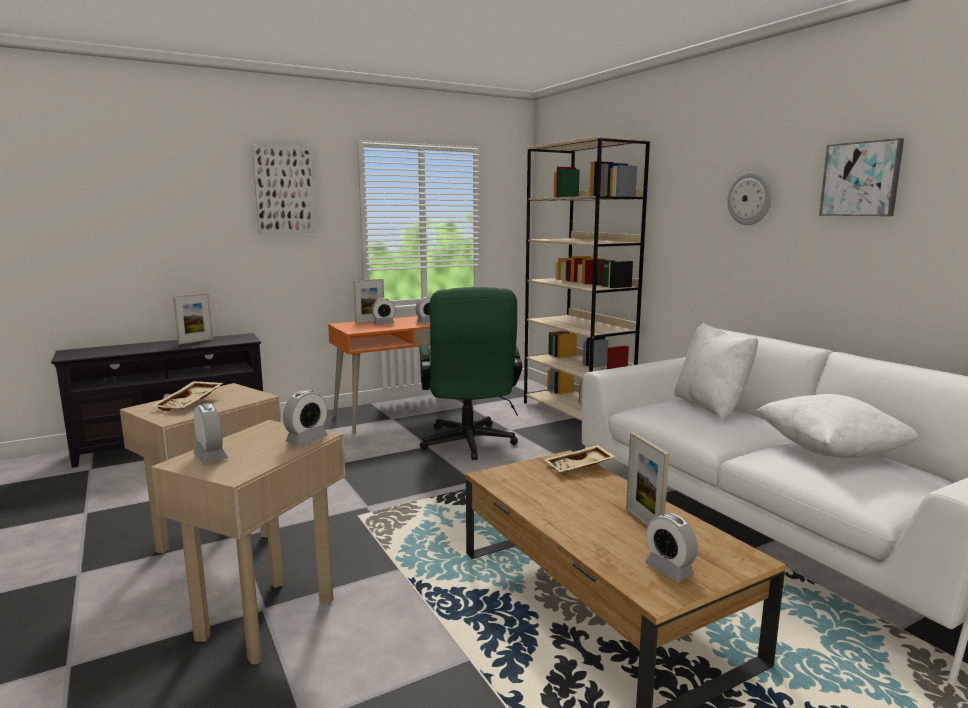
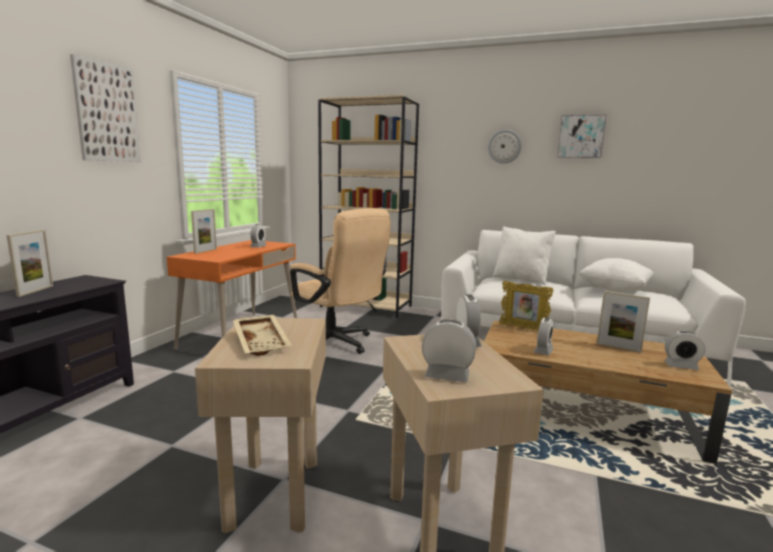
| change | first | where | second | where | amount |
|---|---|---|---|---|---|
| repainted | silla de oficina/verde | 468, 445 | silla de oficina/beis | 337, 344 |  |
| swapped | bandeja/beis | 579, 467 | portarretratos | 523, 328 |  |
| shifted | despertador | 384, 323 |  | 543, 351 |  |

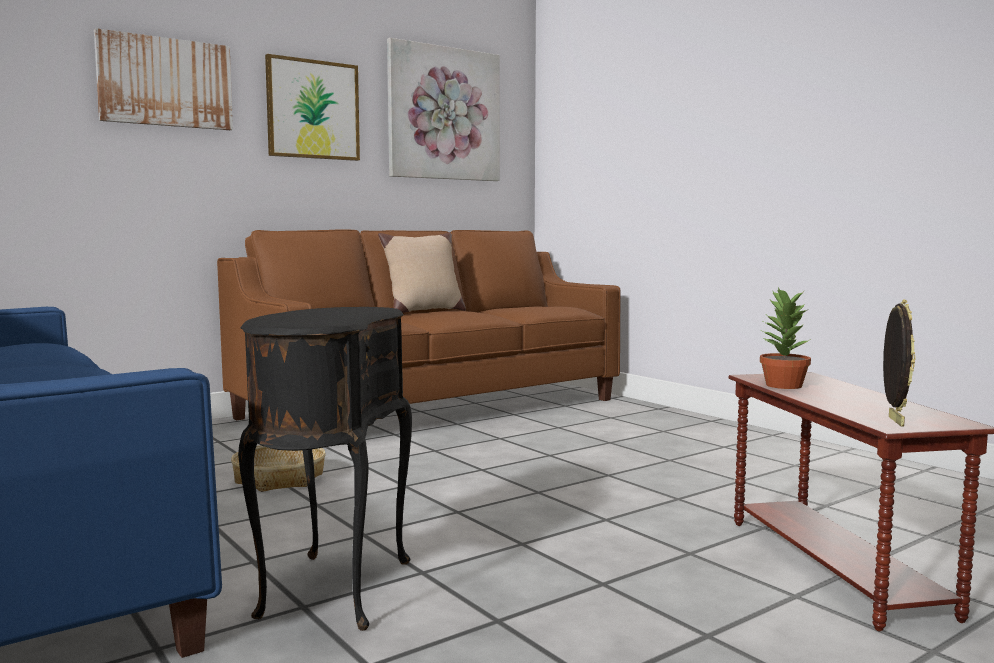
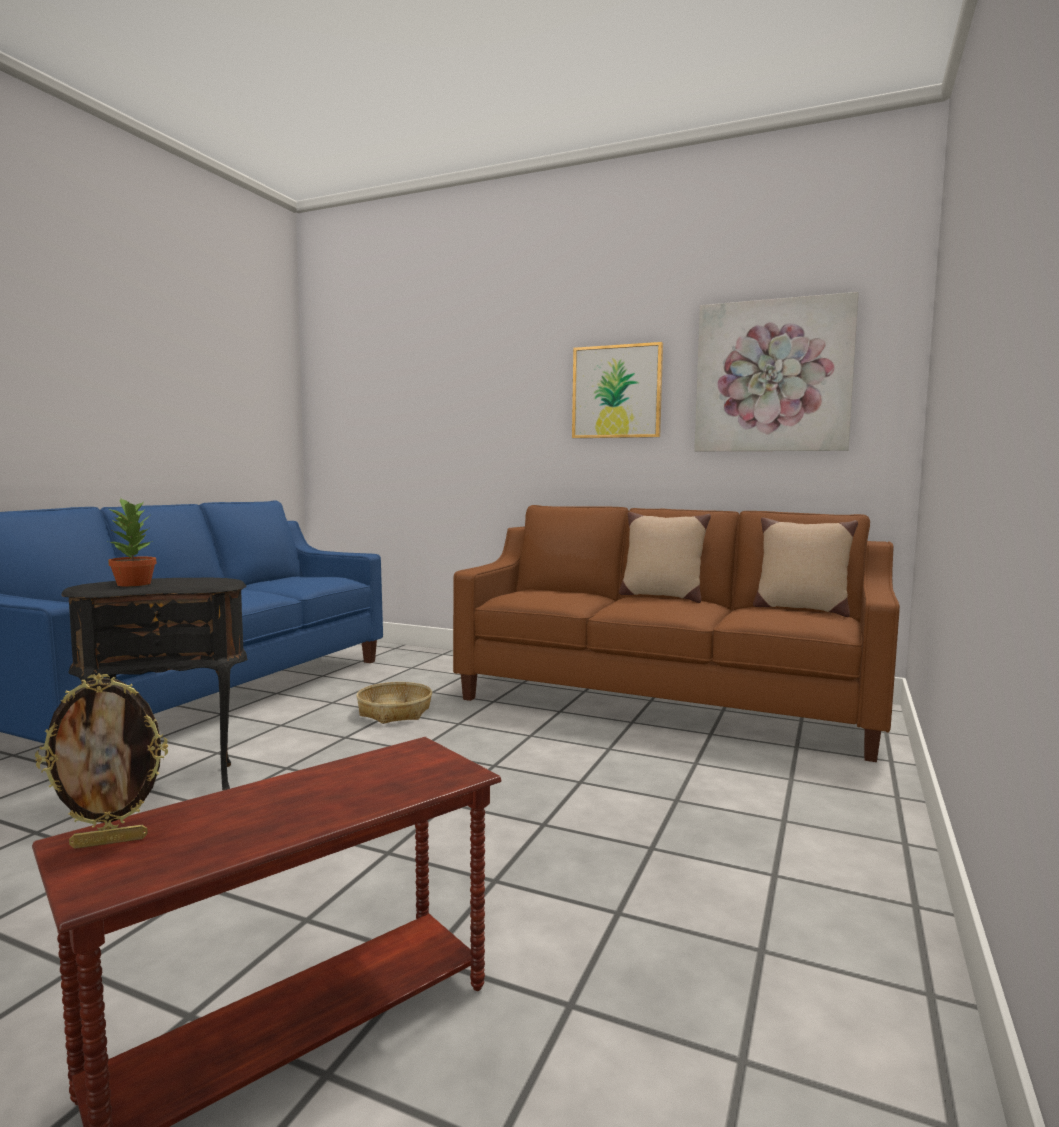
| change | first | where | second | where | amount |
|---|---|---|---|---|---|
| shifted | planta en maceta | 782, 385 |  | 134, 584 |  |
| new |  |  | cojín/beis | 800, 609 |  |
| gone | cuadro | 165, 82 |  |  |  |

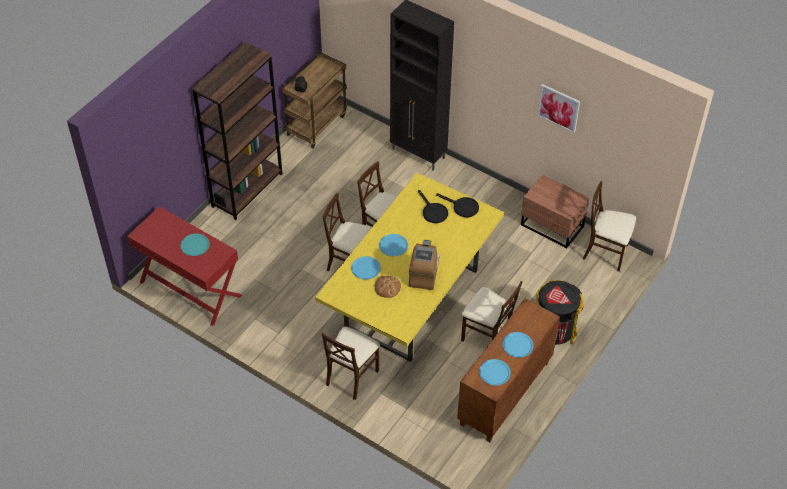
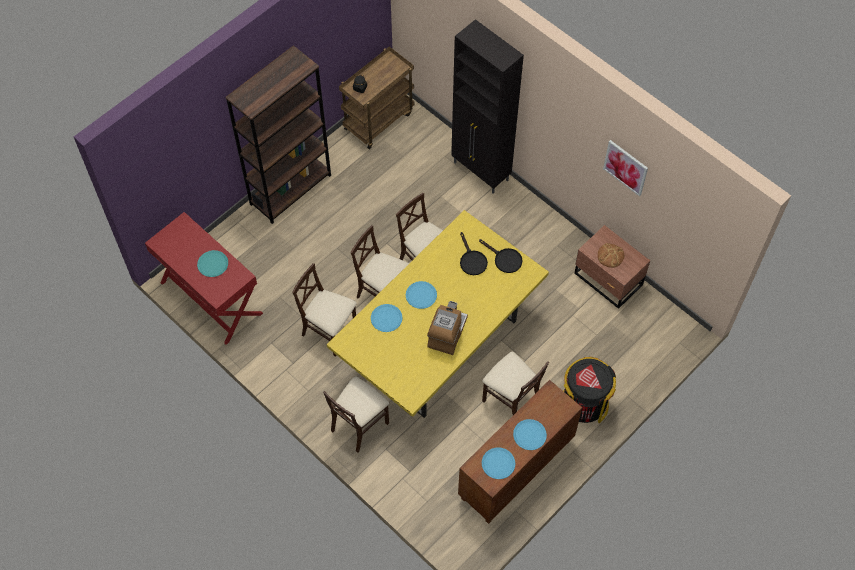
| change | first | where | second | where | amount |
|---|---|---|---|---|---|
| shifted | silla/beis | 606, 253 |  | 329, 331 |  |
| shifted | pan | 387, 287 |  | 610, 256 |  |

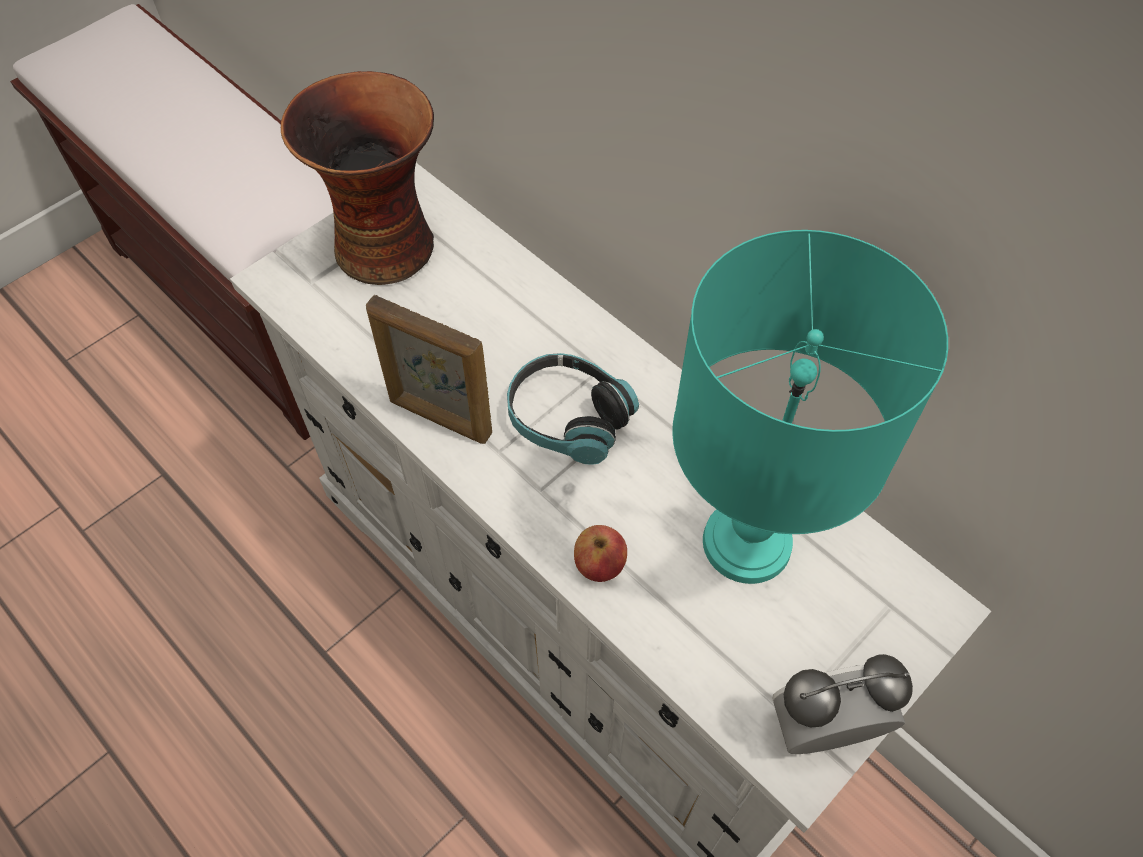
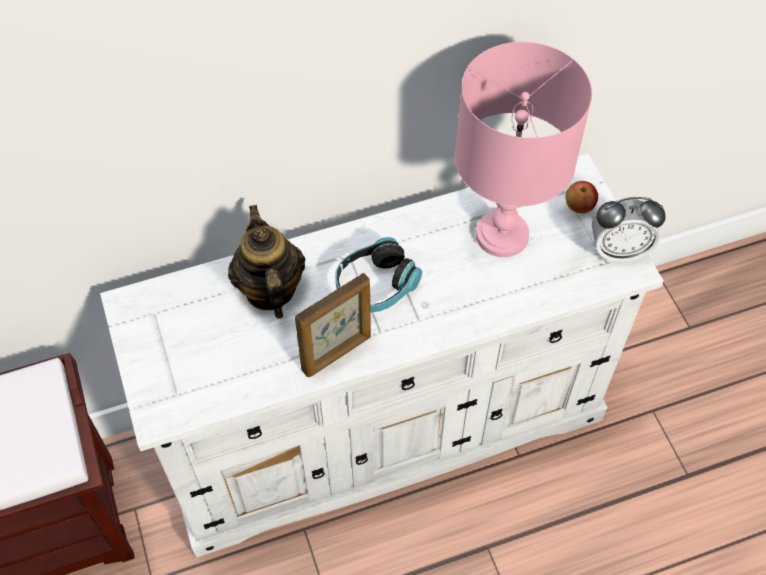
| change | first | where | second | where | amount |
|---|---|---|---|---|---|
| new |  |  | tetera | 269, 290 |  |
| repainted | lámpara de mesa/turquesa | 745, 544 | lámpara de mesa/rosa | 502, 236 |  |
| shifted | manzana | 599, 565 |  | 579, 206 |  |
| rotated | despertador | 823, 729 |  | 618, 251 | 105 degrees counterclockwise |
| gone | florero | 385, 244 |  |  |  |

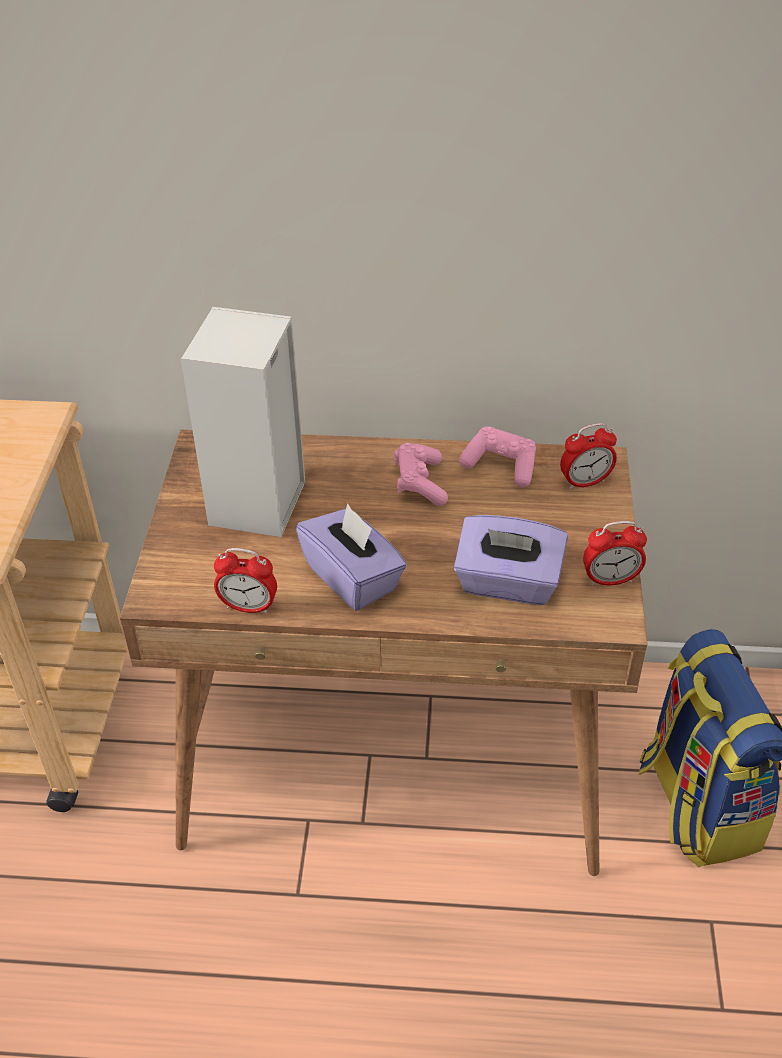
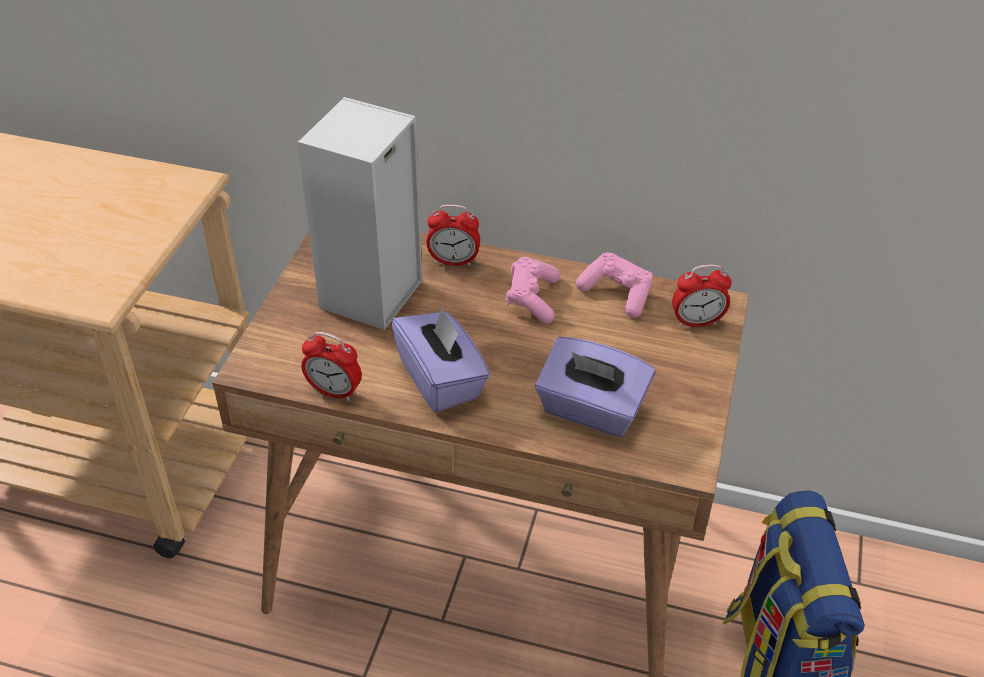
| change | first | where | second | where | amount |
|---|---|---|---|---|---|
| shifted | despertador | 610, 580 |  | 453, 261 |  |

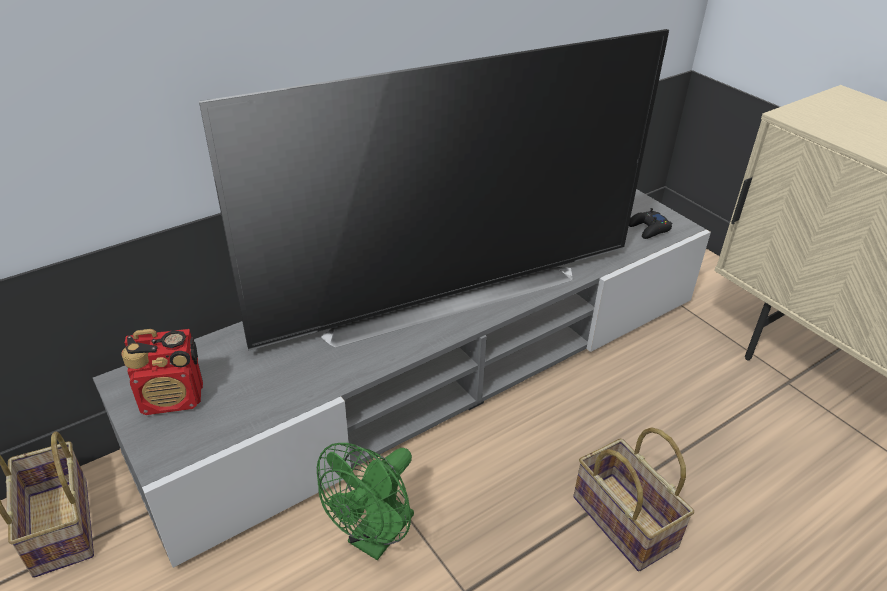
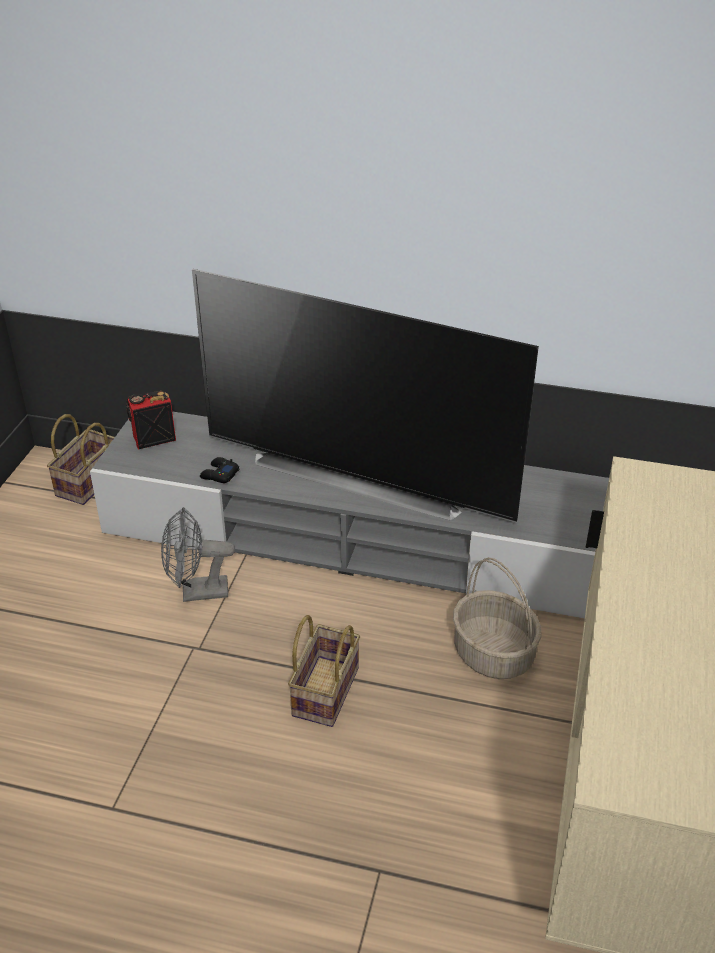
| change | first | where | second | where | amount |
|---|---|---|---|---|---|
| rotated | radio | 173, 398 |  | 153, 438 | 120 degrees clockwise |
| repainted | ventilador/verde | 375, 538 | ventilador/gris | 197, 592 |  |
| shifted | mando de consola/negro | 649, 229 |  | 219, 474 |  |
| new |  |  | cesta | 494, 654 |  |

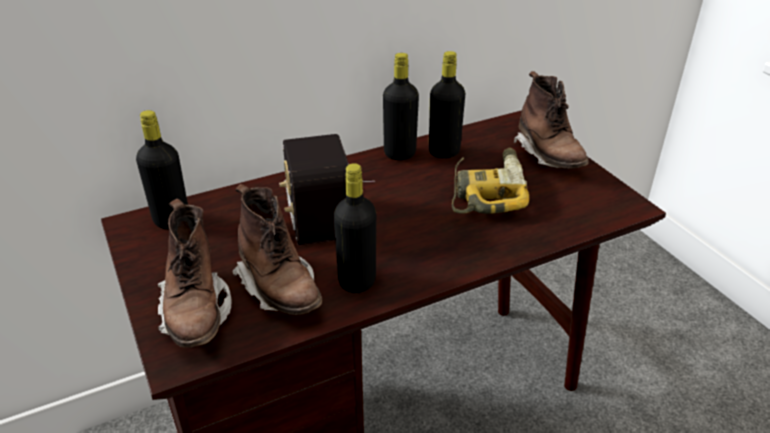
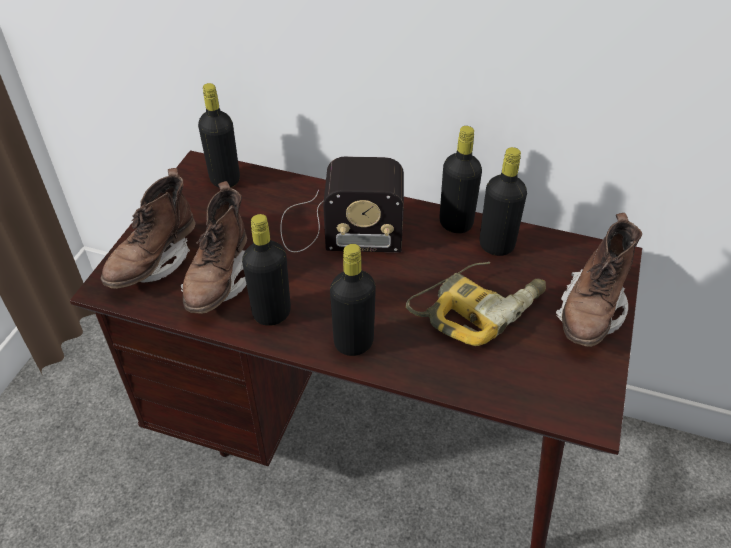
| change | first | where | second | where | amount |
|---|---|---|---|---|---|
| rotated | radio | 321, 201 |  | 337, 229 | 120 degrees counterclockwise |
| new |  |  | botella/negro | 353, 343 |  |

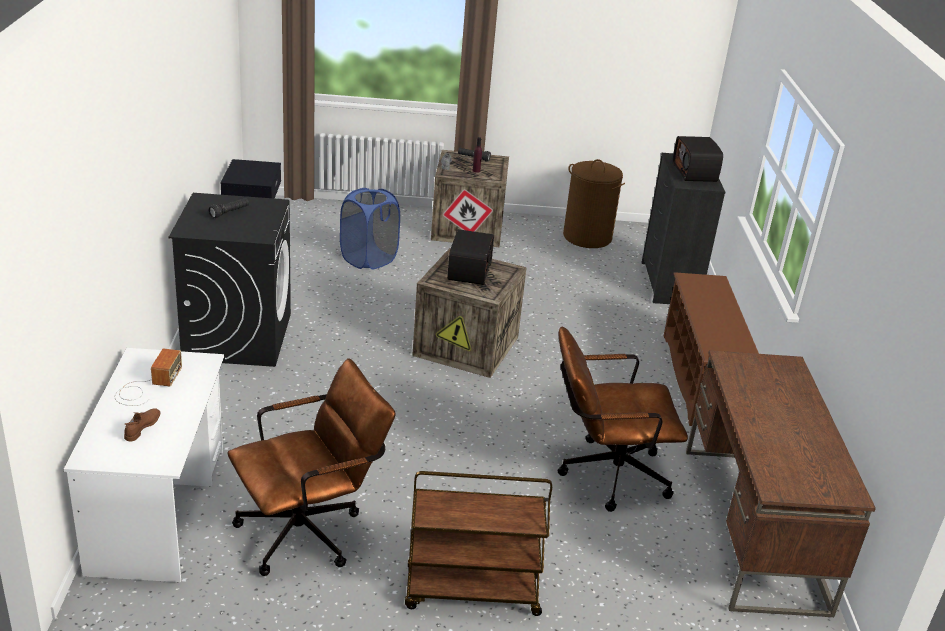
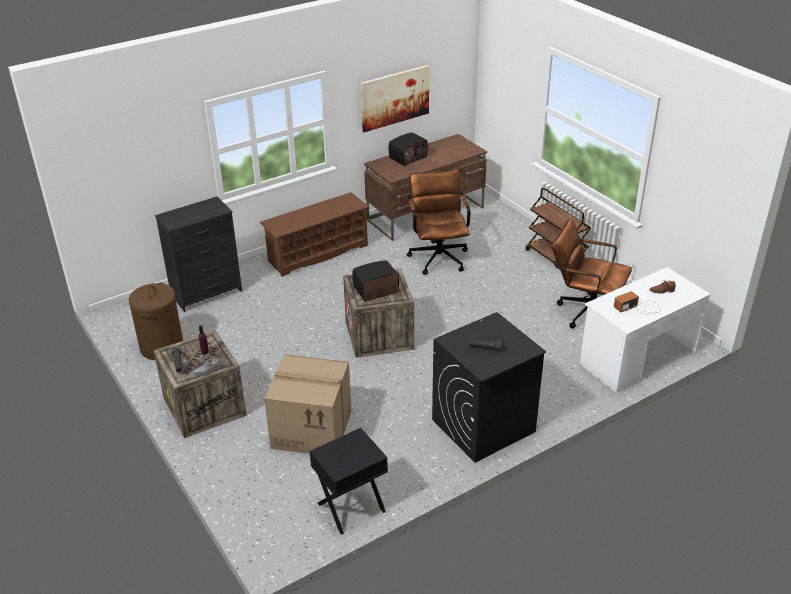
| change | first | where | second | where | amount |
|---|---|---|---|---|---|
| swapped | cesto de la ropa/azul | 368, 259 | caja de cartón | 313, 428 |  |
| new |  |  | cuadro | 395, 98 |  |
| shifted | radio | 695, 173 |  | 407, 157 |  |
| rotated | silla de oficina/marrón | 604, 474 |  | 438, 255 | 150 degrees counterclockwise |

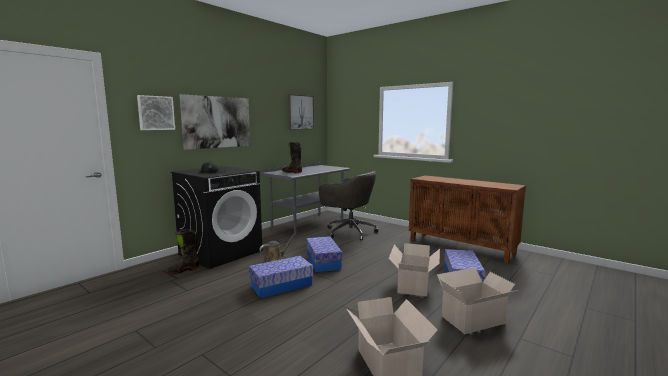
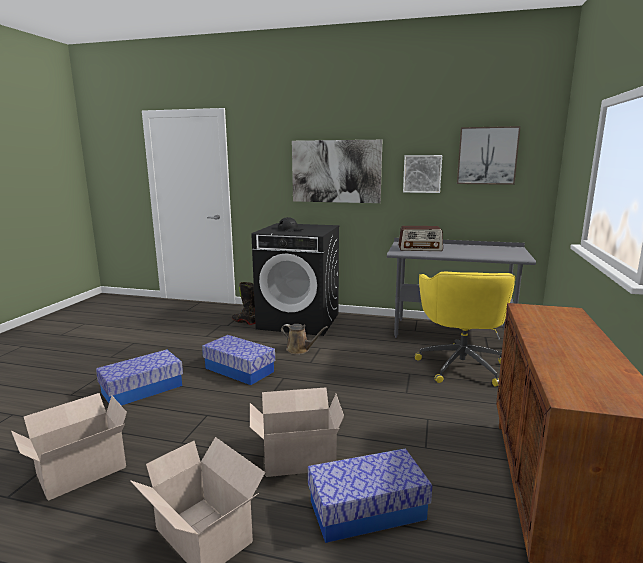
| change | first | where | second | where | amount |
|---|---|---|---|---|---|
| shifted | caja de almacenaje | 323, 262 |  | 142, 389 |  |
| swapped | bota/negro | 292, 172 | radio | 420, 248 |  |
| shifted | cuadro | 155, 113 |  | 422, 174 |  |
| repainted | silla de oficina/gris | 349, 232 | silla de oficina/amarillo | 461, 365 |  |

